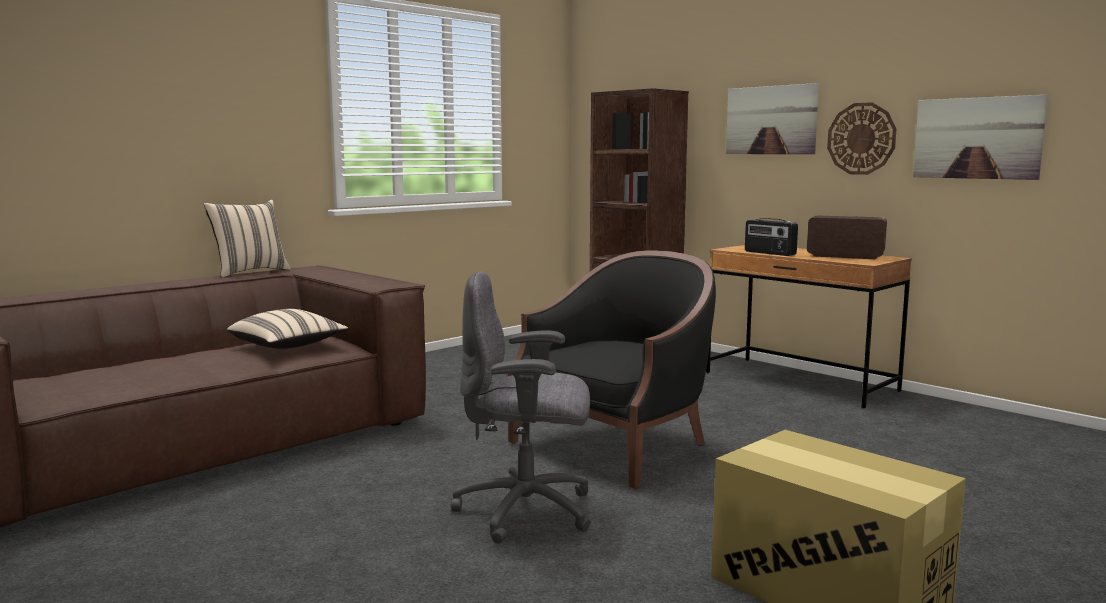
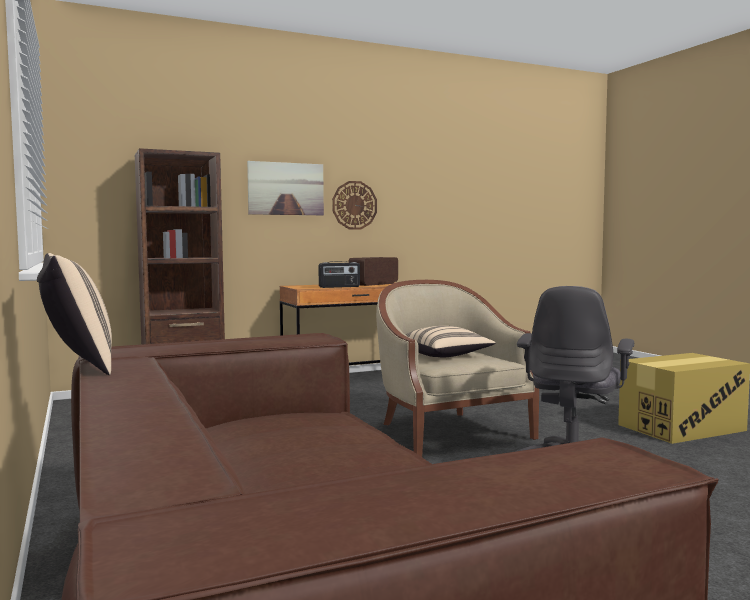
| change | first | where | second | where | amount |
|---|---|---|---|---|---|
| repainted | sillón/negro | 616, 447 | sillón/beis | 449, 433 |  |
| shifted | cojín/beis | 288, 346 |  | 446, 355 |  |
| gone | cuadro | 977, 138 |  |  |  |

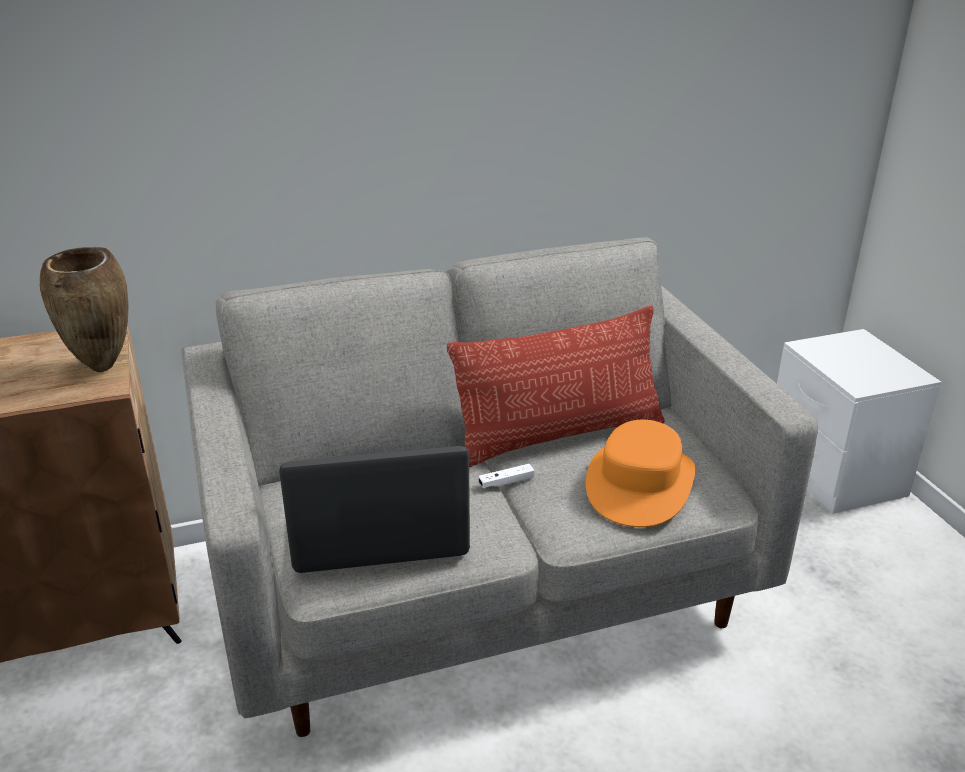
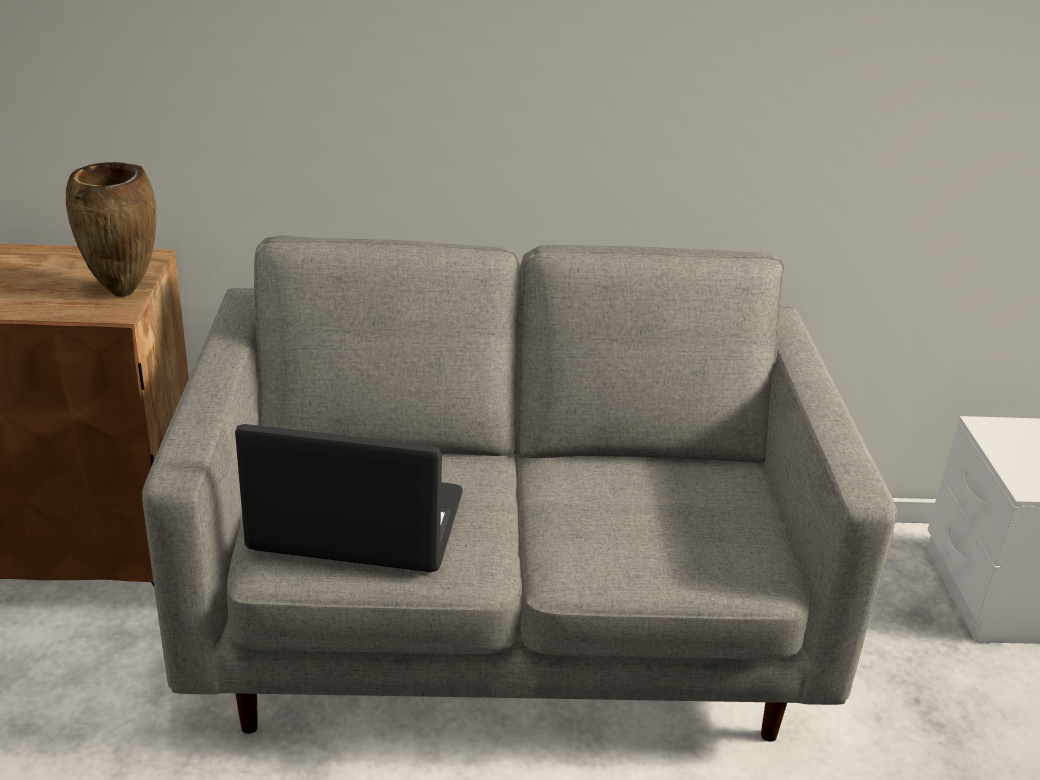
| change | first | where | second | where | amount |
|---|---|---|---|---|---|
| gone | cojín | 558, 436 |  |  |  |
| gone | mando de consola/blanco | 506, 482 |  |  |  |
| gone | sombrero/naranja | 639, 484 |  |  |  |

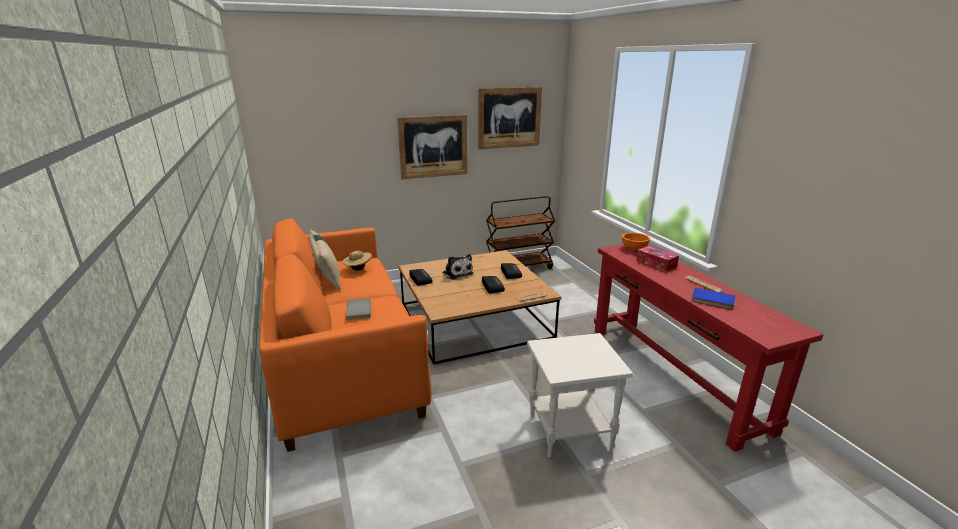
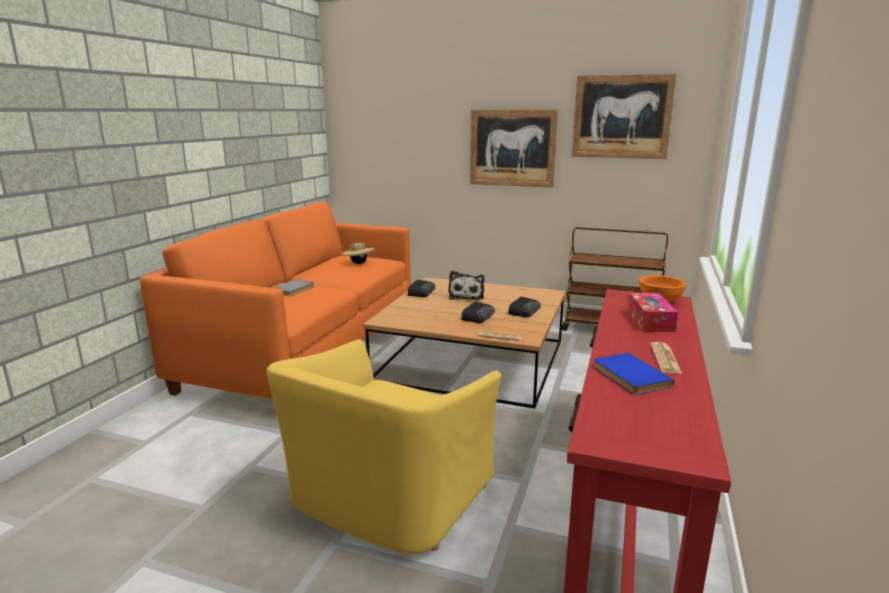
| change | first | where | second | where | amount |
|---|---|---|---|---|---|
| swapped | mesa auxiliar/blanco | 569, 432 | sillón/amarillo | 387, 498 |  |
| gone | cojín/beis | 326, 275 |  |  |  |

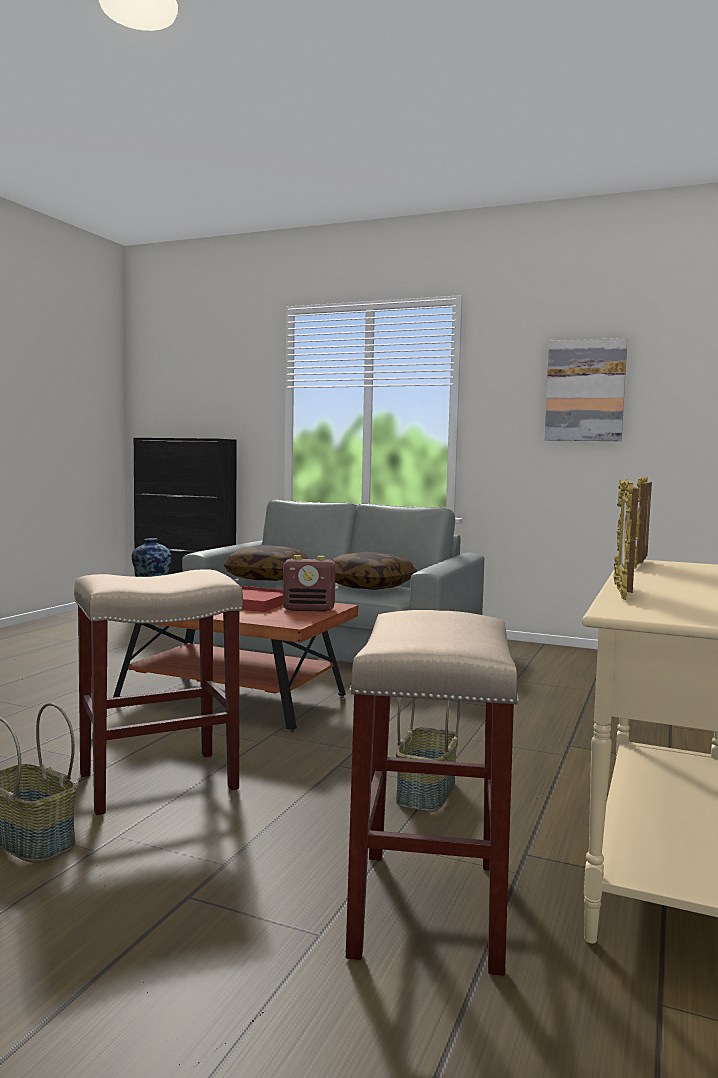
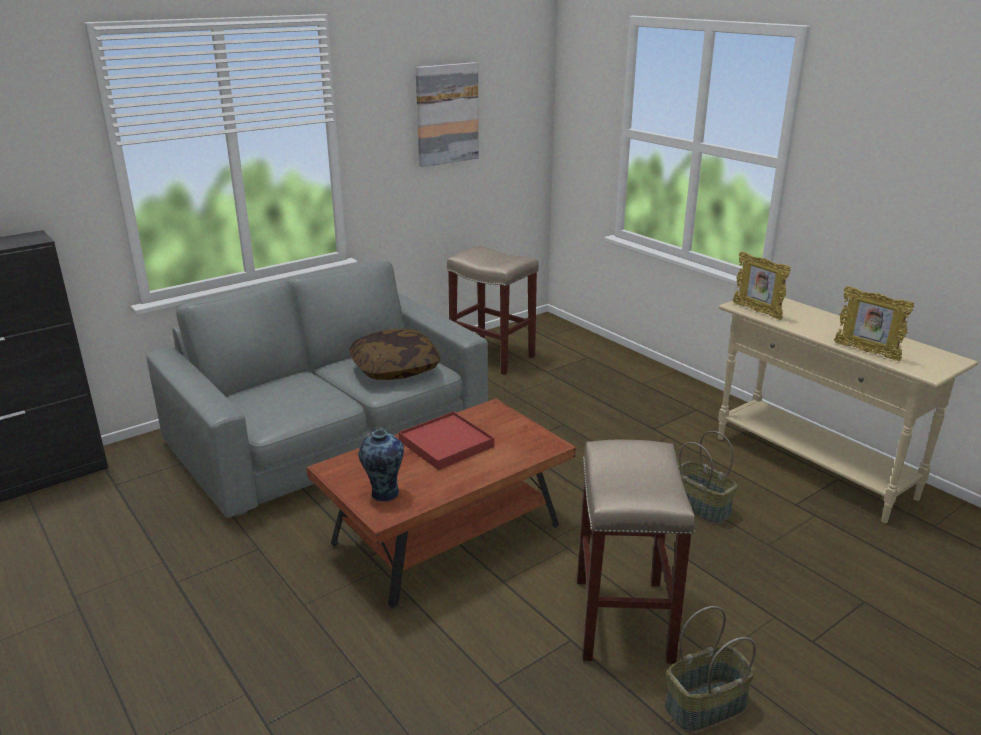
| change | first | where | second | where | amount |
|---|---|---|---|---|---|
| shifted | taburete/beis | 430, 909 |  | 493, 356 |  |
| gone | cojín | 267, 578 |  |  |  |
| gone | radio | 309, 609 |  |  |  |

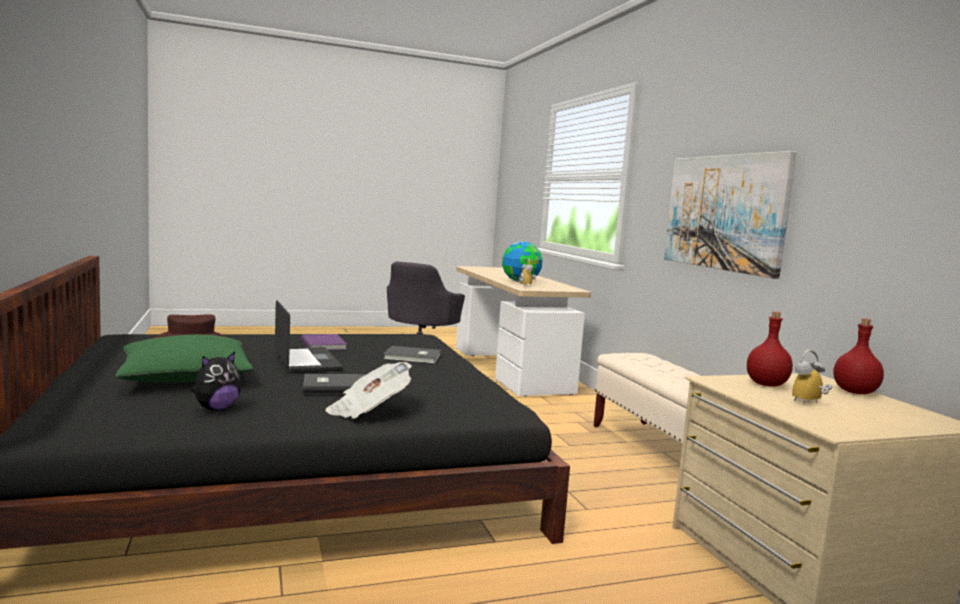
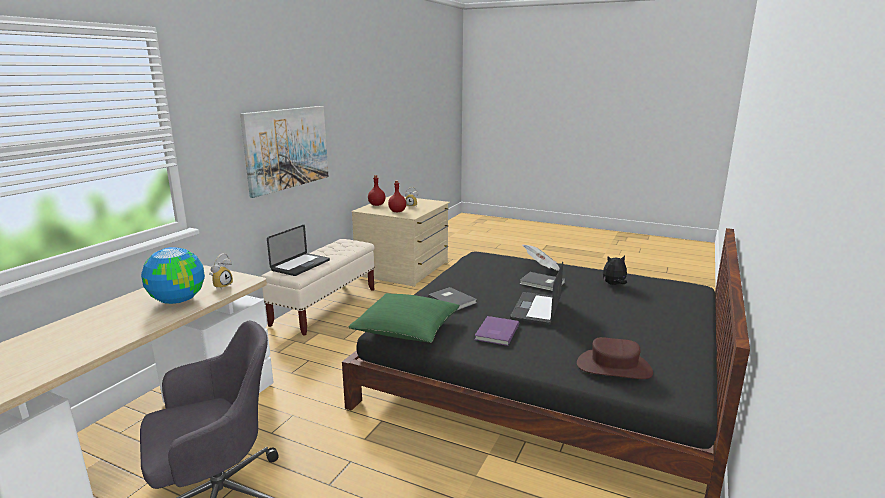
| change | first | where | second | where | amount |
|---|---|---|---|---|---|
| new |  |  | portátil | 301, 265 |  |
| shifted | cojín/verde | 185, 377 |  | 407, 329 |  |

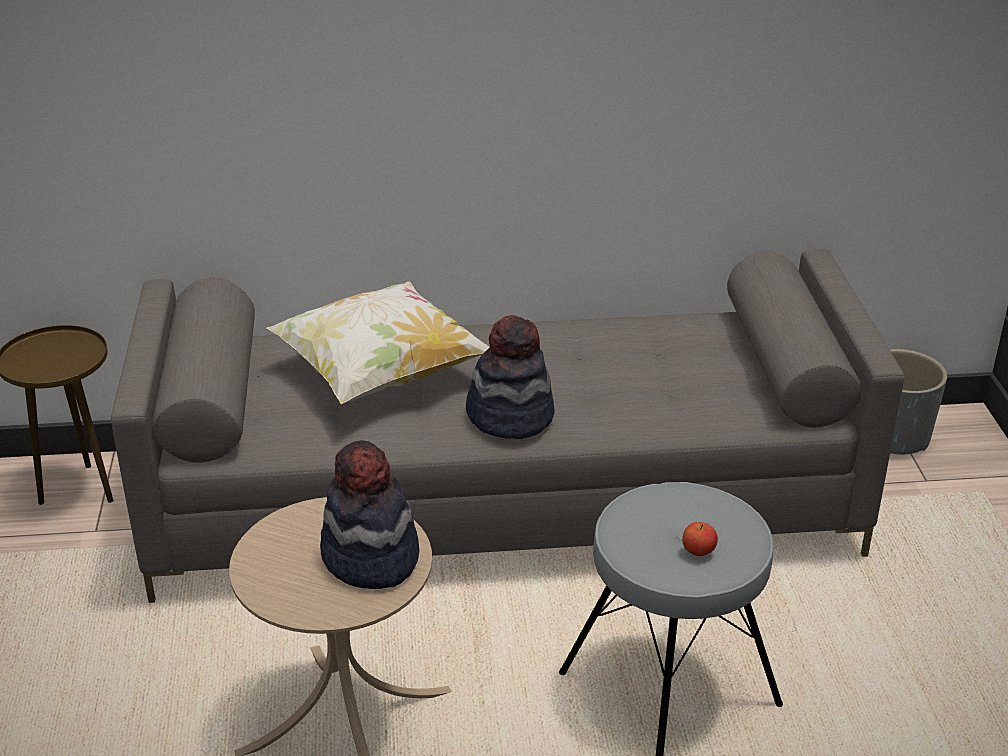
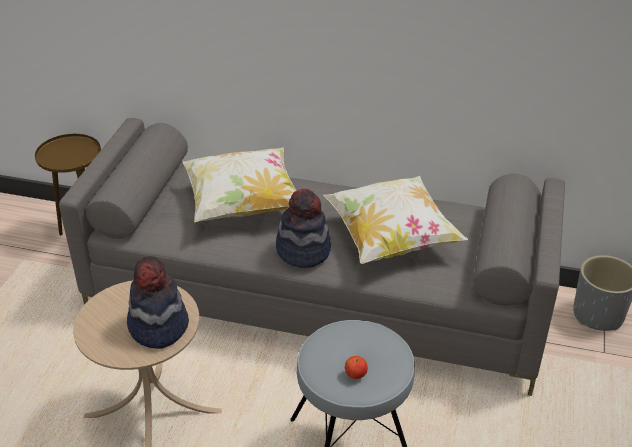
| change | first | where | second | where | amount |
|---|---|---|---|---|---|
| new |  |  | cojín | 391, 239 |  |

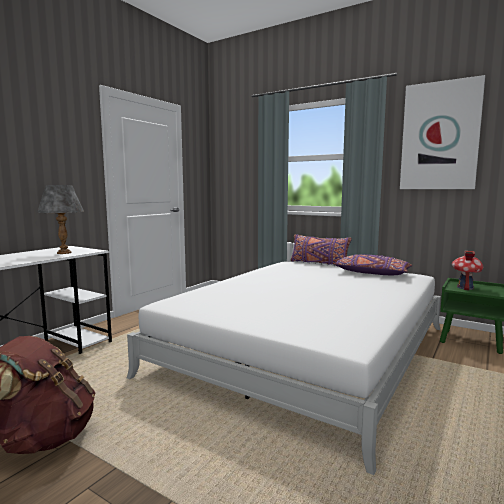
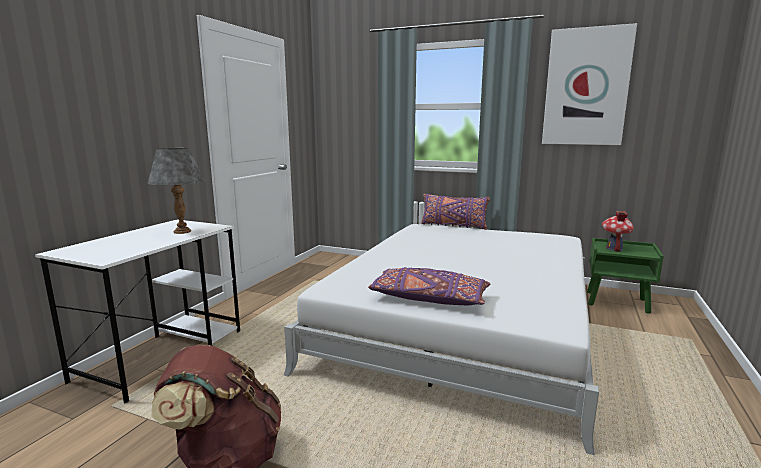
| change | first | where | second | where | amount |
|---|---|---|---|---|---|
| shifted | cojín/morado | 371, 273 |  | 428, 298 |  |

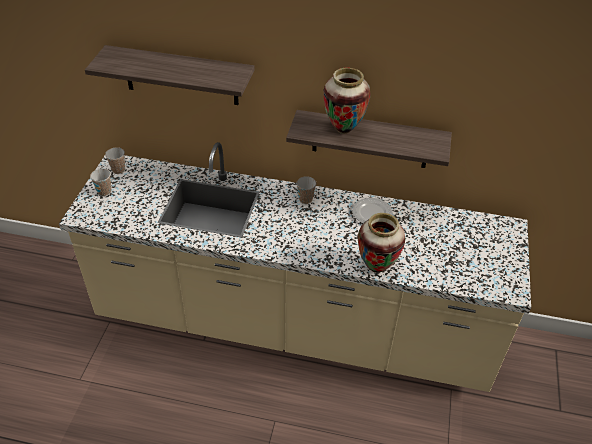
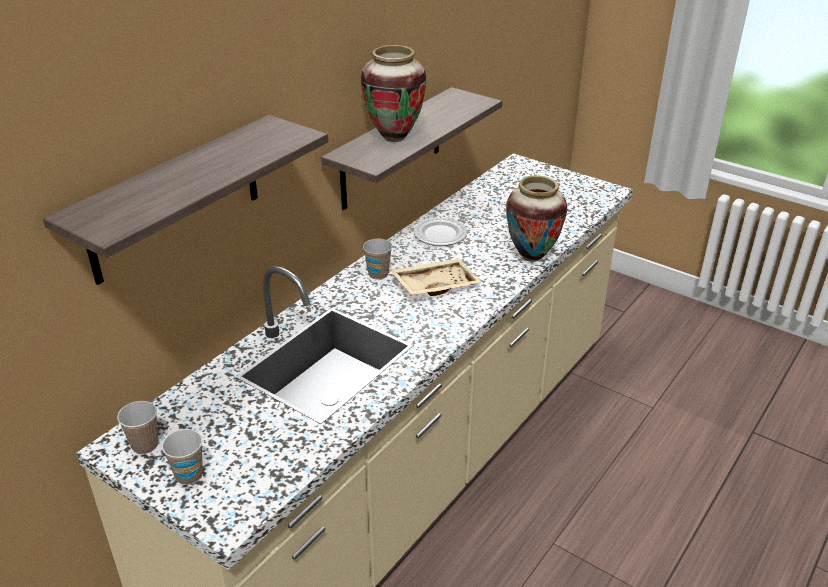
| change | first | where | second | where | amount |
|---|---|---|---|---|---|
| new |  |  | bandeja/beis | 435, 285 |  |

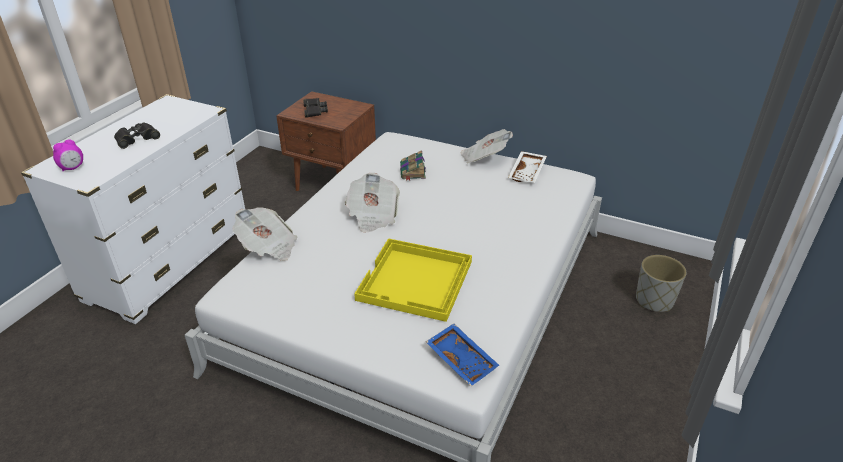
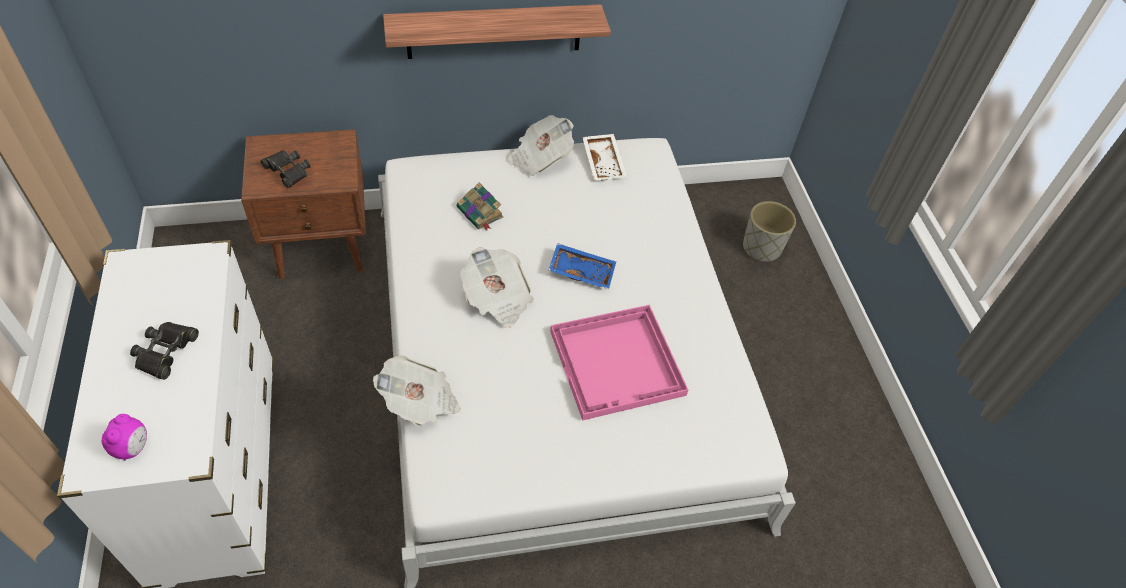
| change | first | where | second | where | amount |
|---|---|---|---|---|---|
| new |  |  | estante | 494, 31 |  |
| shifted | bandeja/azul | 462, 359 |  | 582, 271 |  |
| repainted | bandeja/amarillo | 416, 281 | bandeja/rosa | 618, 363 |  |

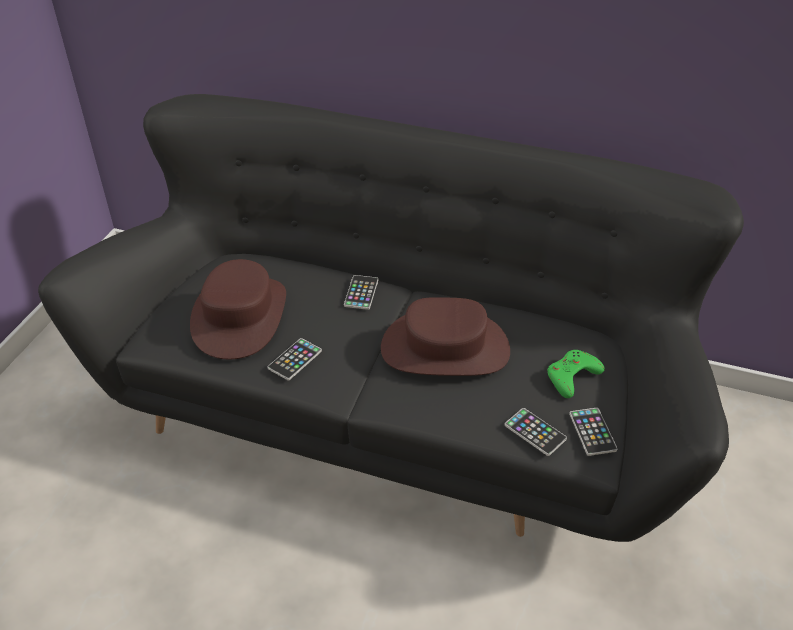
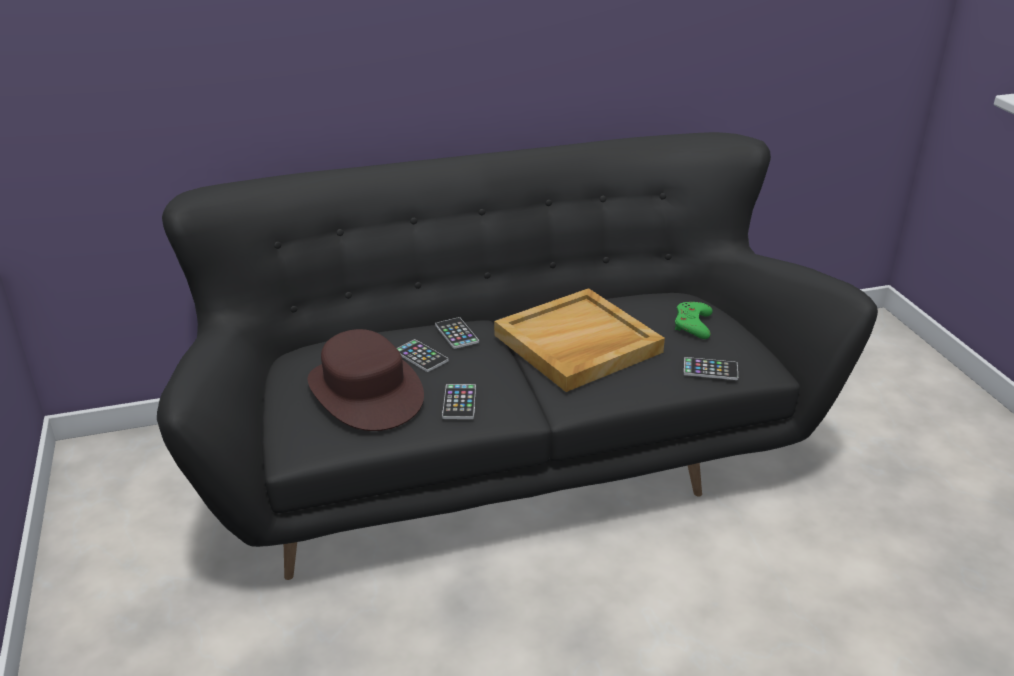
| change | first | where | second | where | amount |
|---|---|---|---|---|---|
| shifted | móvil | 592, 432 |  | 421, 356 |  |
| swapped | sombrero/marrón | 445, 349 | bandeja/beis | 577, 344 |  |

